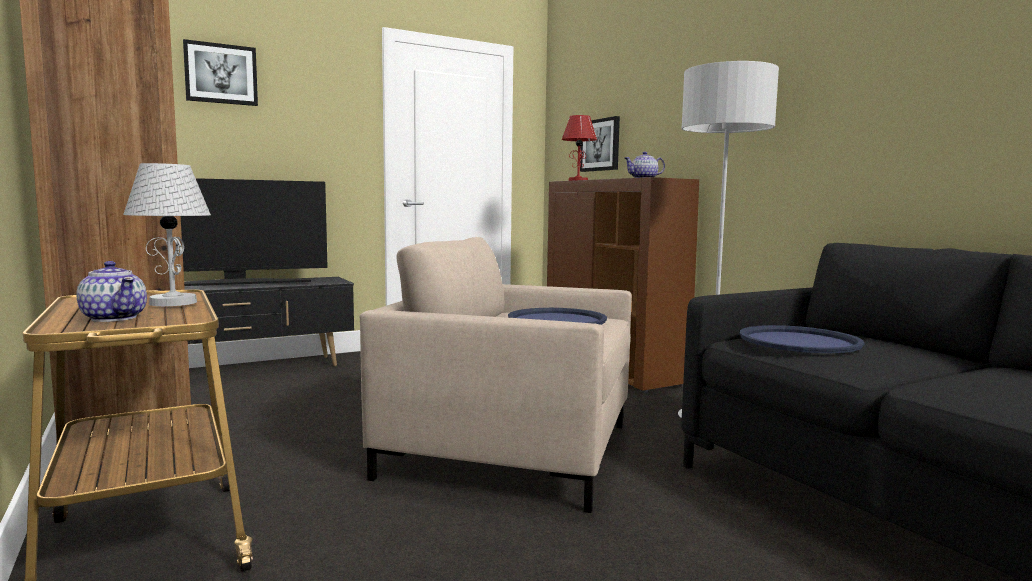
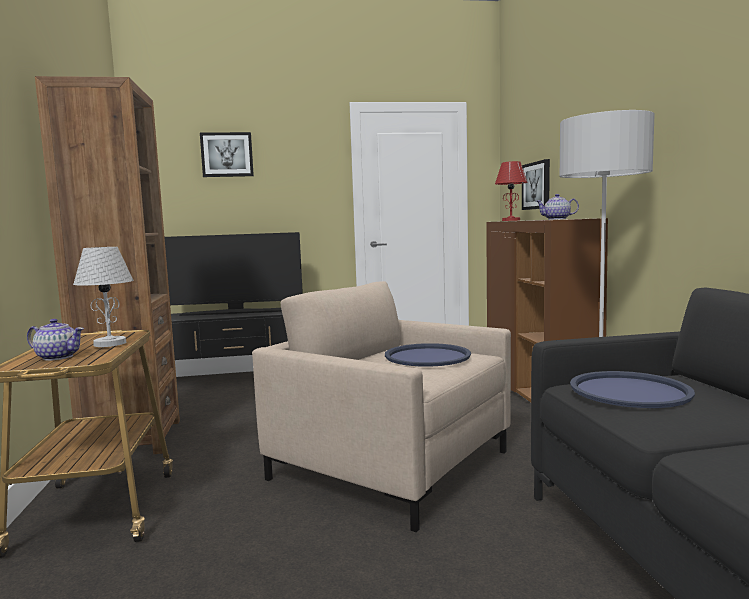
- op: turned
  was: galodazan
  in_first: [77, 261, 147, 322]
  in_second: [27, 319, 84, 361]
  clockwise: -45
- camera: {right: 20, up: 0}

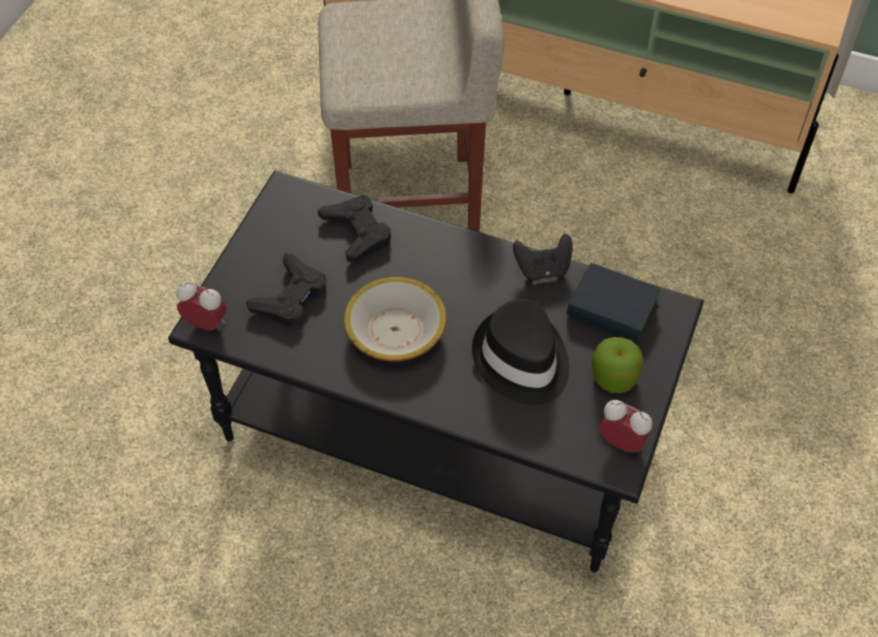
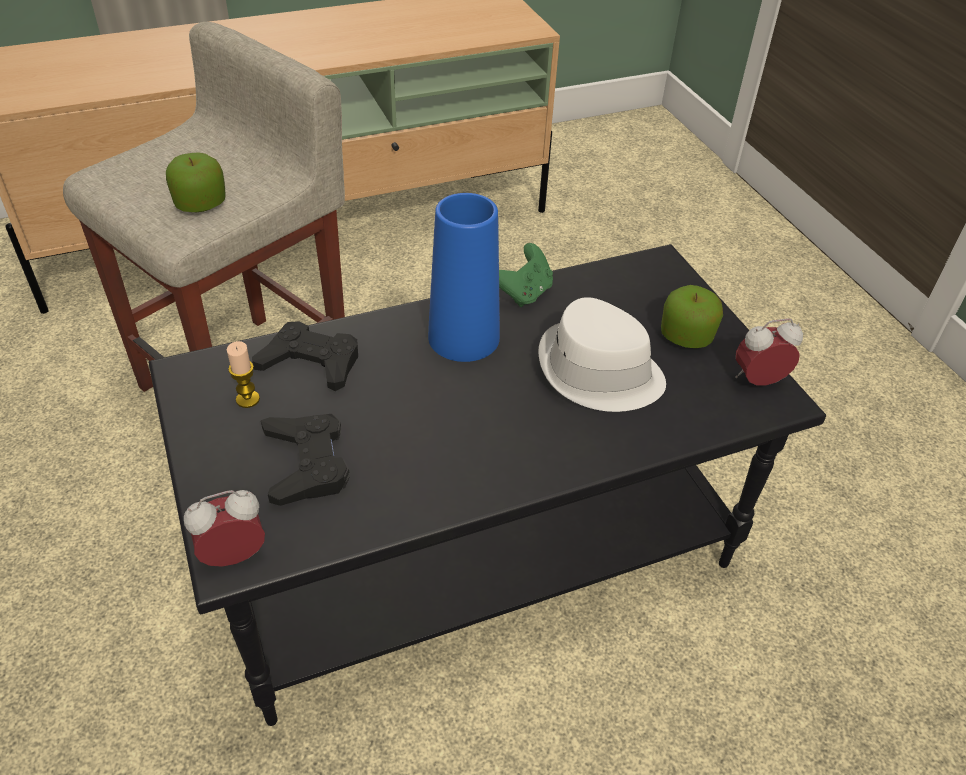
- op: removed
  was: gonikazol
  in_first: [344, 277, 446, 361]
- op: removed
  was: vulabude
  in_first: [566, 263, 661, 342]
- op: added
  now: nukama
  in_second: [166, 152, 226, 212]
- op: added
  now: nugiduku
  in_second: [227, 341, 260, 408]
- op: added
  now: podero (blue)
  in_second: [428, 193, 500, 362]
- op: recoloured
  was: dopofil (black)
  now: dopofil (white)
  in_first: [472, 299, 569, 405]
  in_second: [538, 297, 666, 412]
- op: recoloured
  was: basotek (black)
  now: basotek (green)
  in_first: [513, 234, 573, 281]
  in_second: [499, 243, 553, 307]
- camera: {right: -45, up: -10}

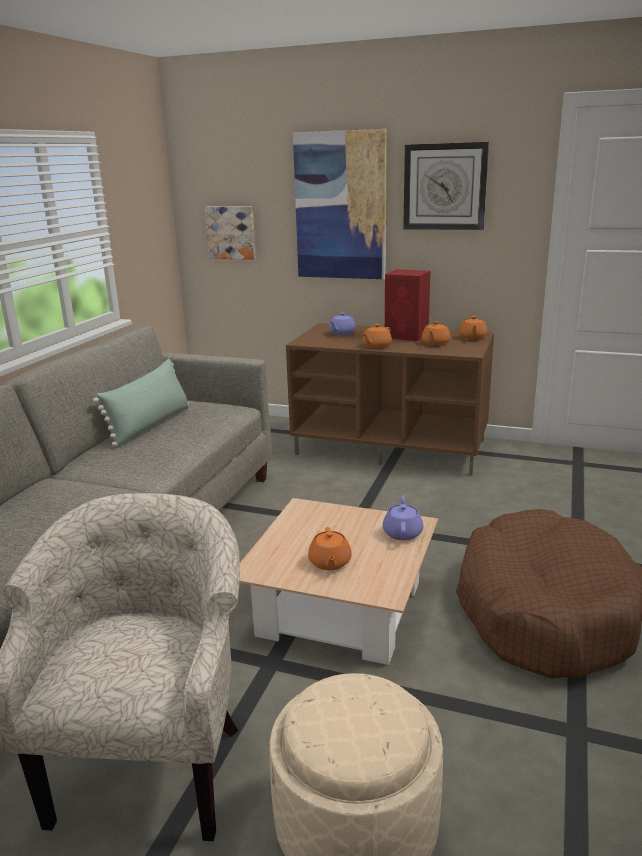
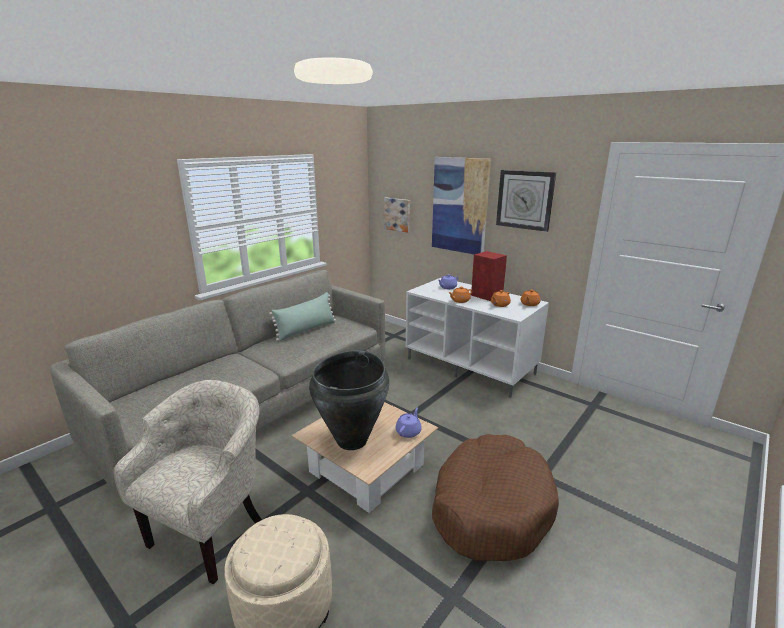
- op: replaced
  was: galodazan (orange)
  now: podero (black)
  in_first: [308, 527, 352, 570]
  in_second: [309, 350, 389, 450]
- op: recoloured
  was: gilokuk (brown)
  now: gilokuk (white)
  in_first: [286, 323, 494, 476]
  in_second: [406, 278, 549, 398]
- camera: {right: 20, up: 0}

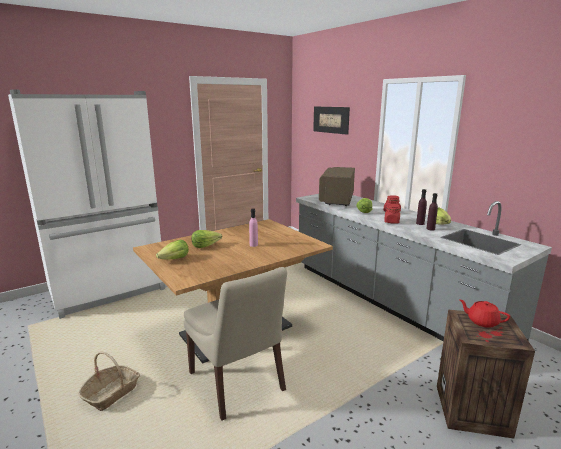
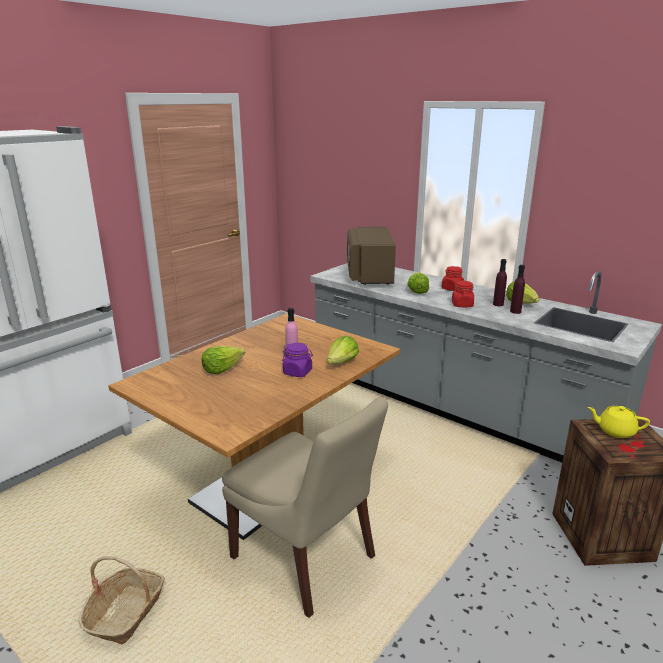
- op: removed
  was: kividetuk
  in_first: [313, 107, 350, 135]
- op: added
  now: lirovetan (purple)
  in_second: [282, 343, 313, 377]
- op: moved
  was: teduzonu
  in_first: [156, 240, 189, 260]
  in_second: [327, 336, 359, 364]
- op: recoloured
  was: galodazan (red)
  now: galodazan (yellow)
  in_first: [459, 299, 510, 328]
  in_second: [587, 406, 650, 438]
- camera: {right: -15, up: 5}

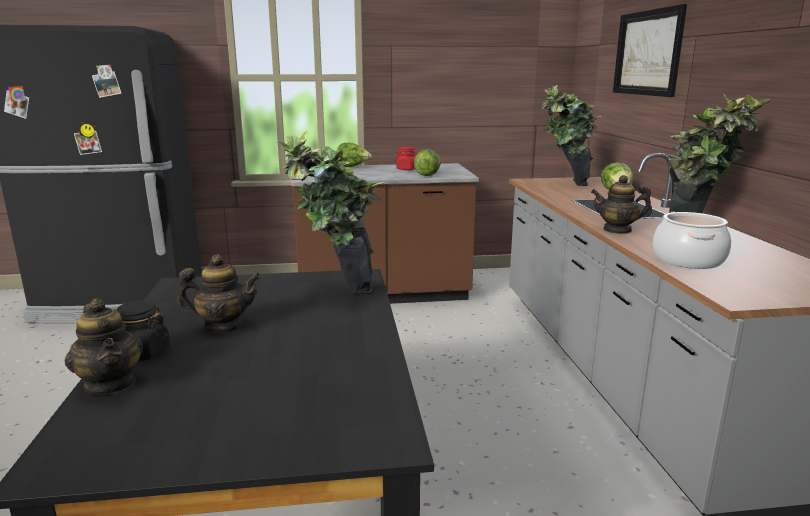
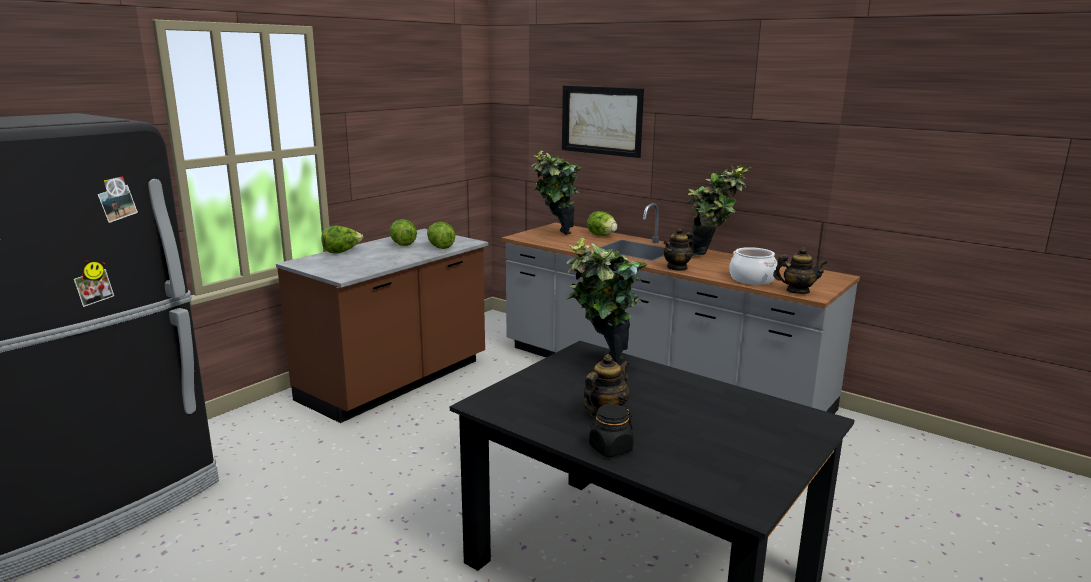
- op: moved
  was: galodazan
  in_first: [65, 299, 143, 395]
  in_second: [773, 247, 827, 294]
- op: replaced
  was: lirovetan (red)
  now: teduzonu
  in_first: [396, 147, 419, 170]
  in_second: [389, 219, 417, 246]
- camera: {right: -45, up: 0}

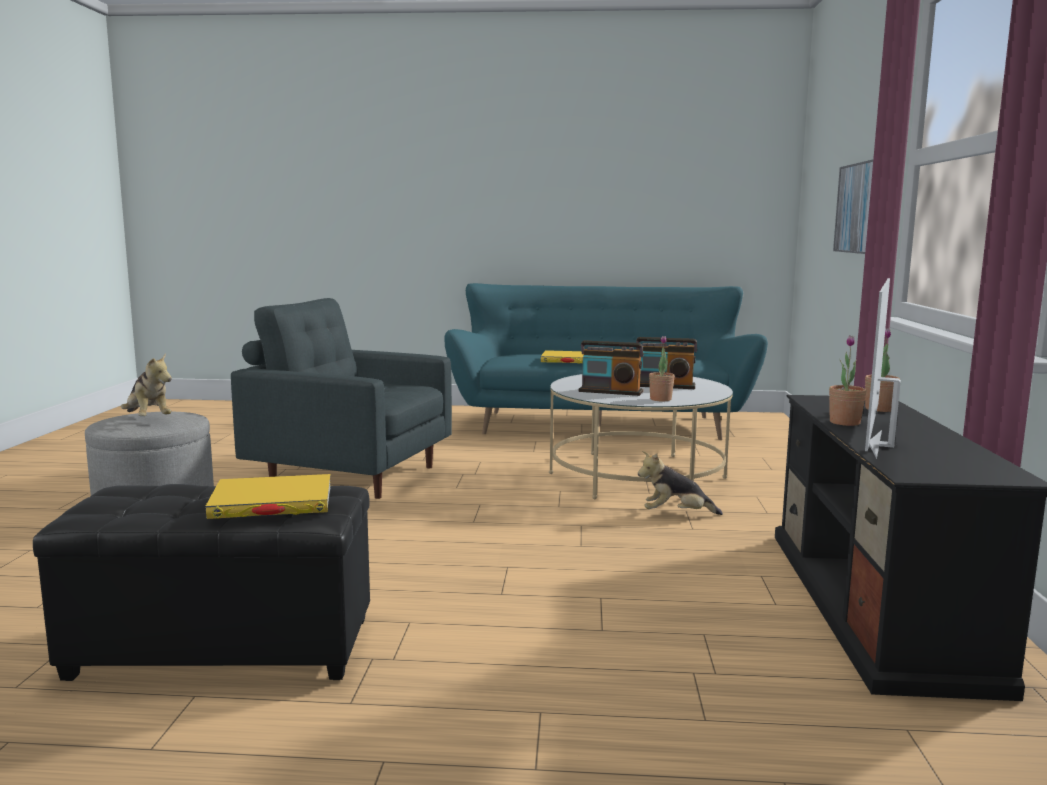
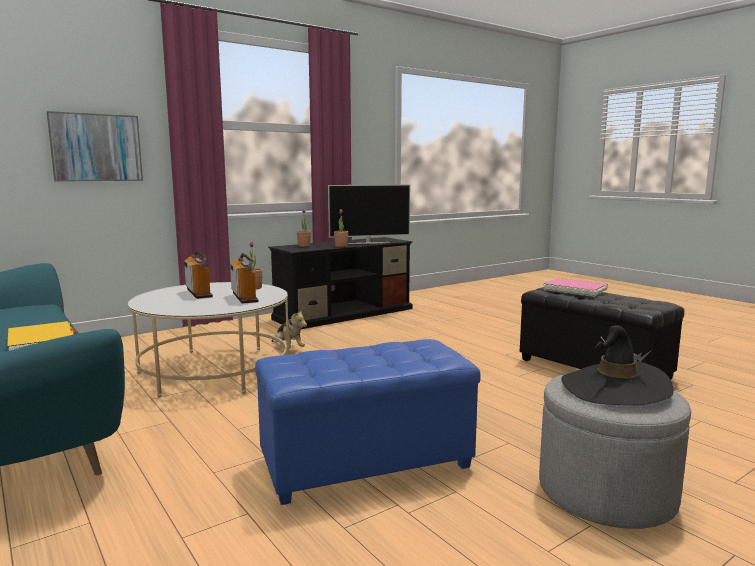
- op: replaced
  was: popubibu
  now: dopofil (black)
  in_first: [121, 353, 172, 416]
  in_second: [561, 325, 674, 406]
- op: replaced
  was: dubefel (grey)
  now: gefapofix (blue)
  in_first: [231, 298, 452, 499]
  in_second: [255, 339, 481, 505]
- op: recoloured
  was: vulabude (yellow)
  now: vulabude (pink)
  in_first: [206, 474, 330, 519]
  in_second: [543, 278, 607, 297]
- camera: {right: -130, up: 0}

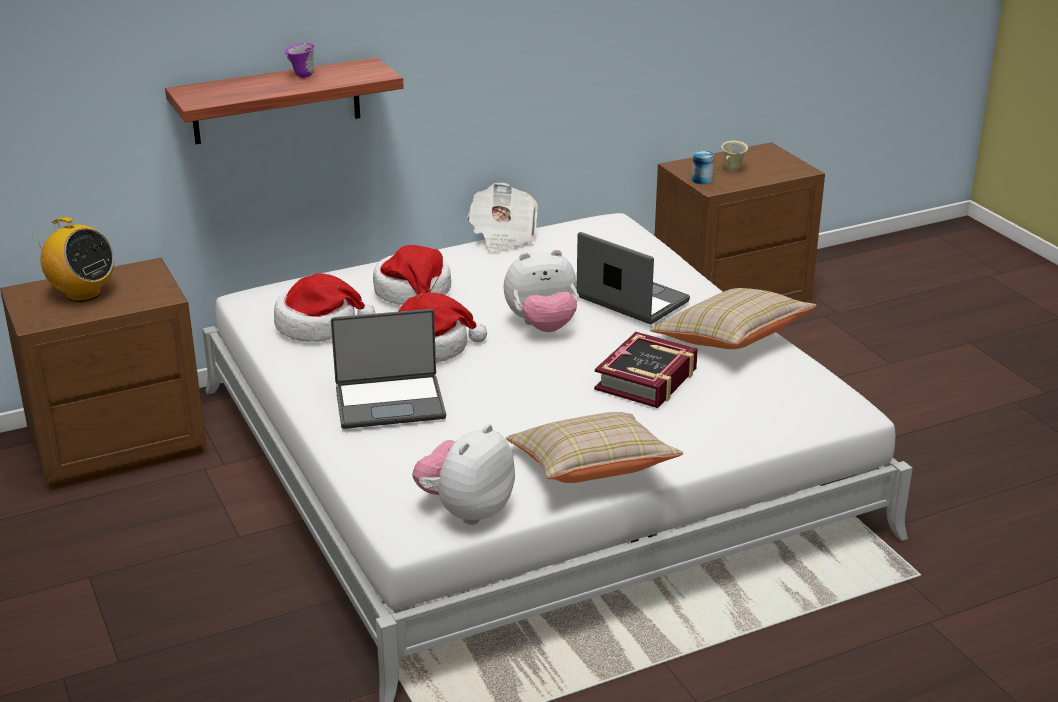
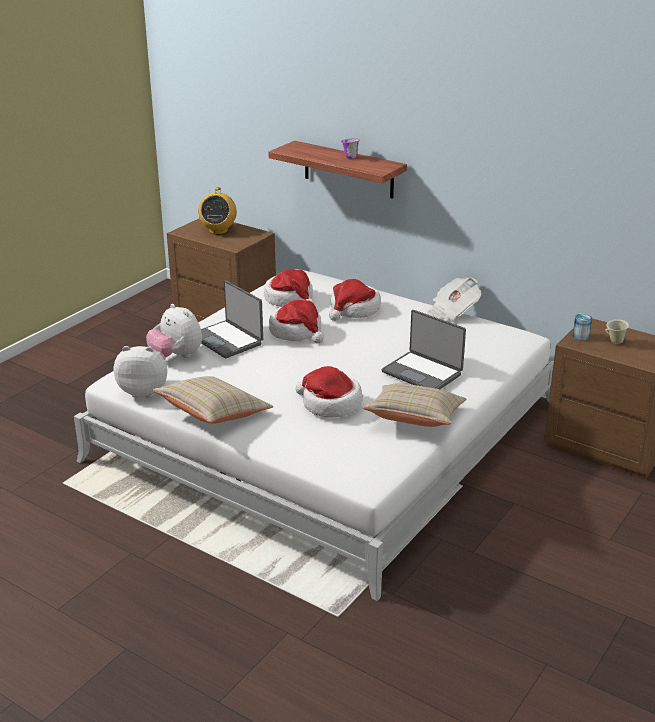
- op: moved
  was: popubibu
  in_first: [504, 249, 578, 332]
  in_second: [146, 304, 202, 358]
- op: replaced
  was: vulabude
  now: dopofil
  in_first: [594, 332, 698, 408]
  in_second: [295, 366, 363, 417]
- op: turned
  was: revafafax
  in_first: [577, 232, 690, 324]
  in_second: [382, 310, 466, 389]
  clockwise: 120
- camera: {right: 60, up: 0}

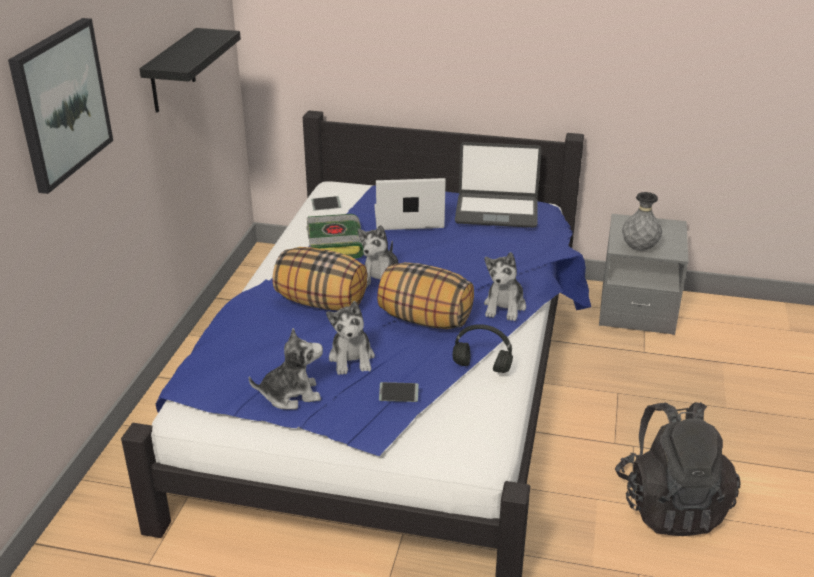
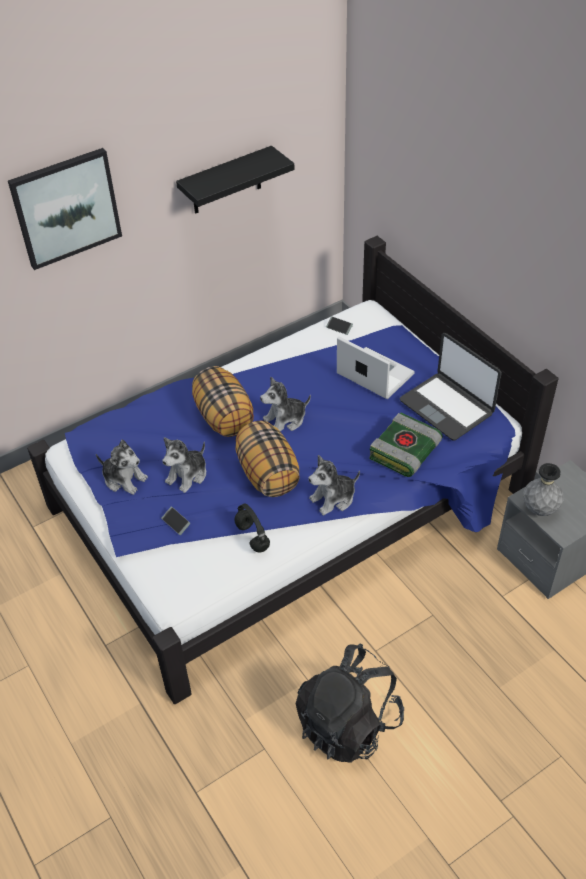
- op: moved
  was: vulabude
  in_first: [306, 214, 364, 258]
  in_second: [369, 413, 443, 477]
- camera: {right: 45, up: 15}

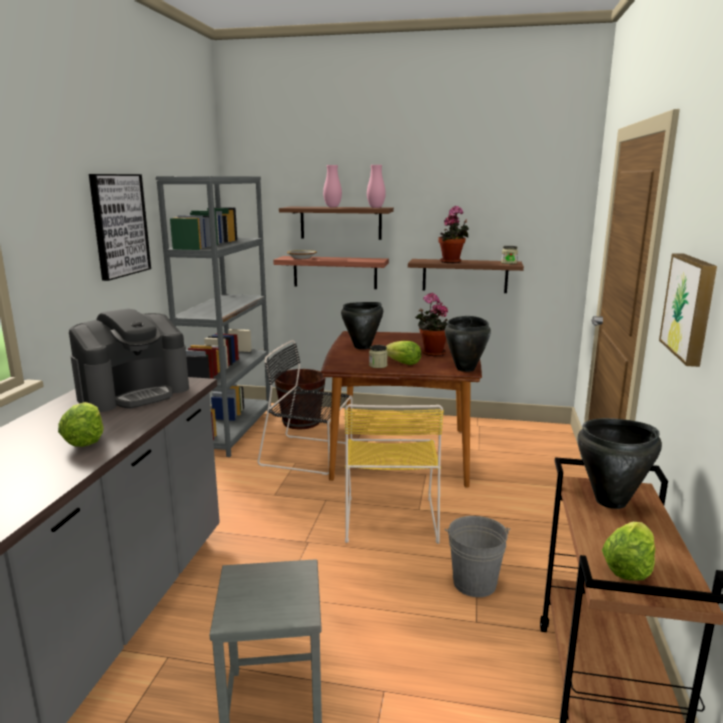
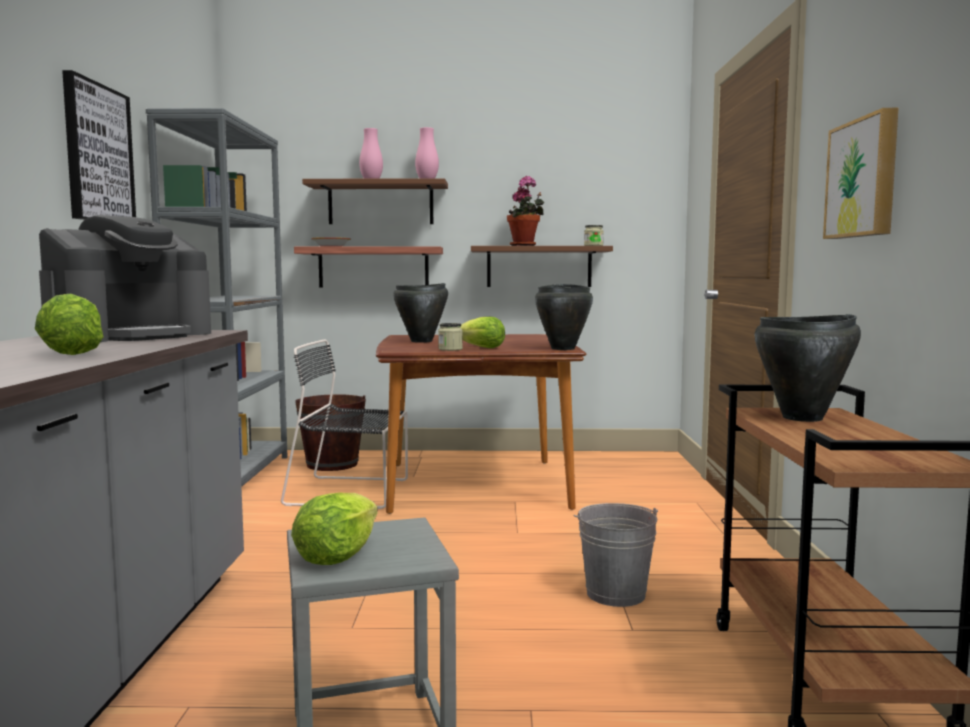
- op: removed
  was: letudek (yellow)
  in_first: [344, 404, 444, 544]
- op: removed
  was: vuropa
  in_first: [415, 293, 448, 356]
- op: moved
  was: teduzonu
  in_first: [602, 522, 655, 581]
  in_second: [291, 492, 378, 565]
- camera: {right: -10, up: -10}

